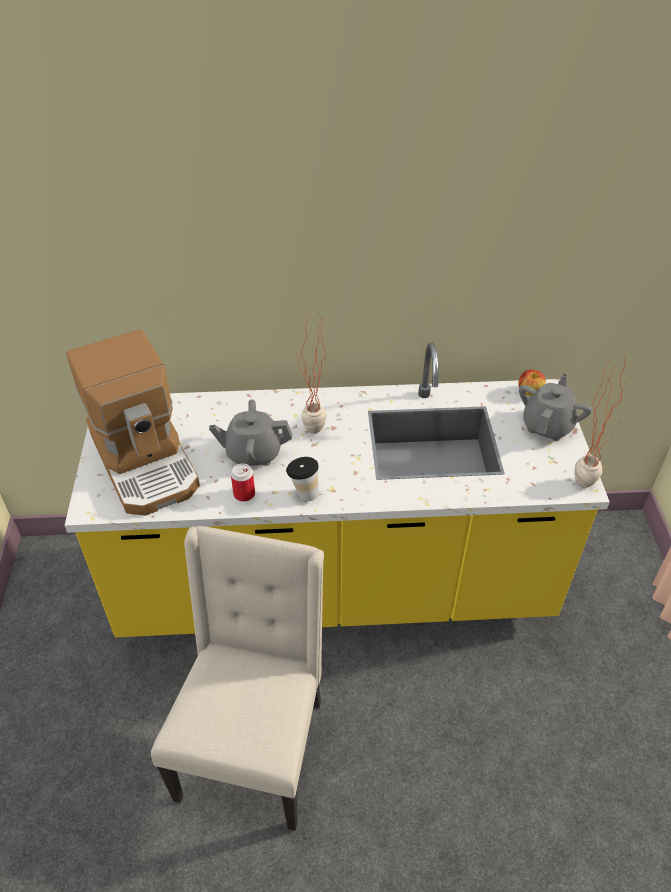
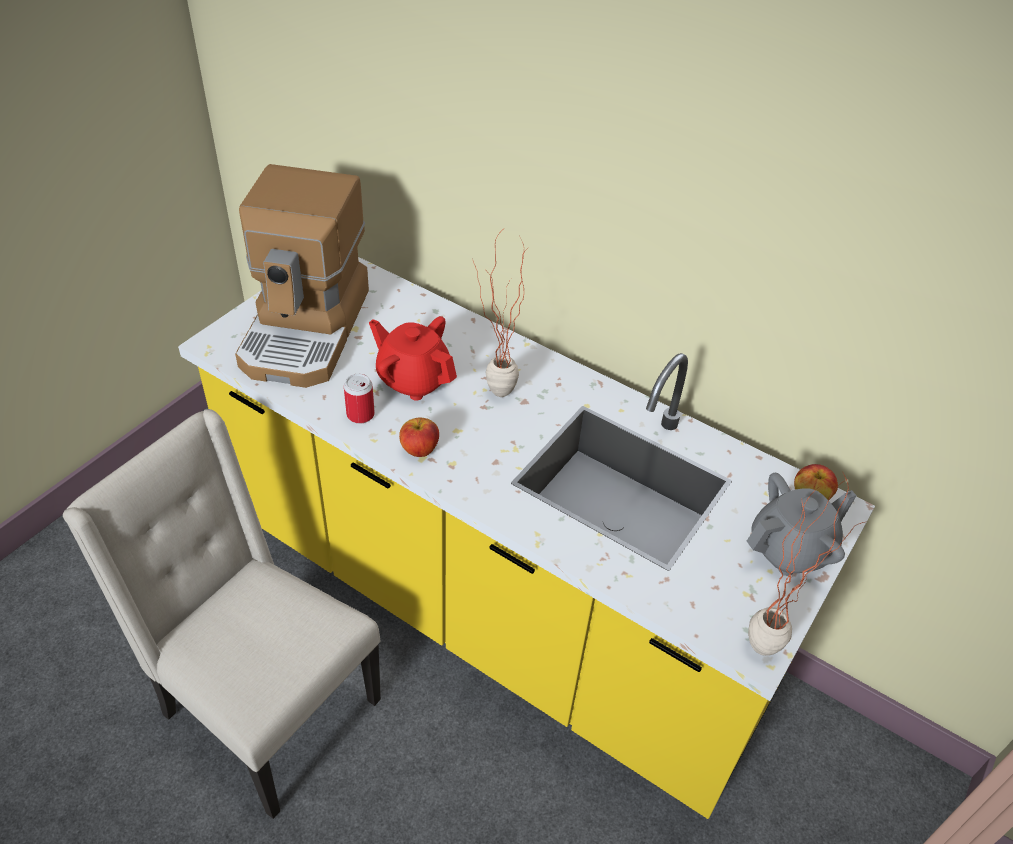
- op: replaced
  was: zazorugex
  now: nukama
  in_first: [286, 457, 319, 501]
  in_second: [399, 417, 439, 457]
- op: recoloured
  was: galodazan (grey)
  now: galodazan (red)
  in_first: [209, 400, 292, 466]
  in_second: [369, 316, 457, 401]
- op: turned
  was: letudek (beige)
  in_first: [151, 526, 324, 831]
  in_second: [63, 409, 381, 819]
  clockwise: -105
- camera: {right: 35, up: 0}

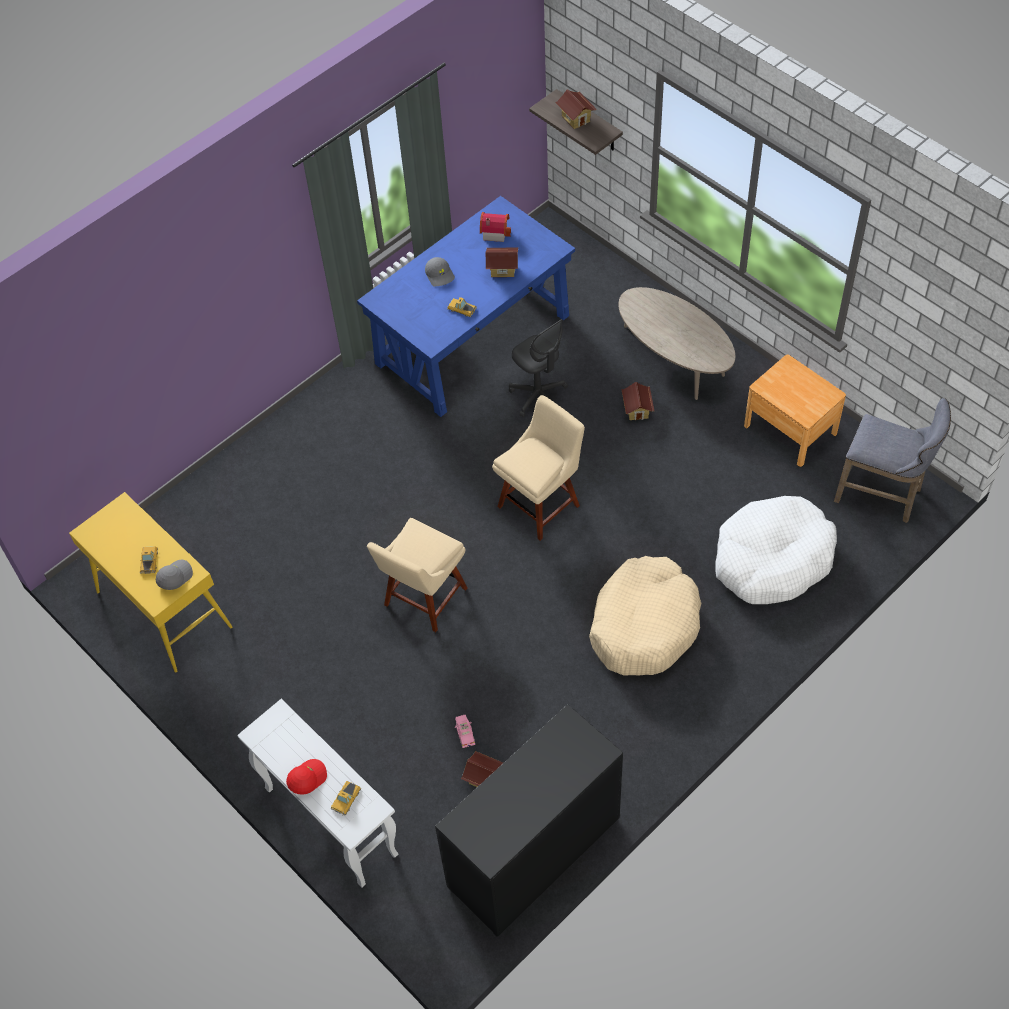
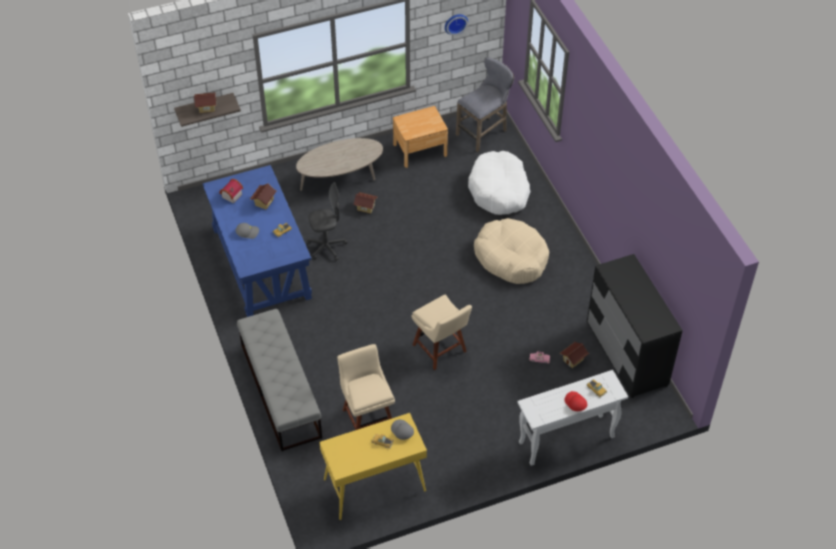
- op: added
  now: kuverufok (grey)
  in_second: [237, 309, 322, 451]
- op: added
  now: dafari
  in_second: [445, 14, 468, 35]
- op: moved
  was: letudek (beige)
  in_first: [492, 395, 585, 541]
  in_second: [337, 344, 395, 430]
- camera: {right: -70, up: -5}

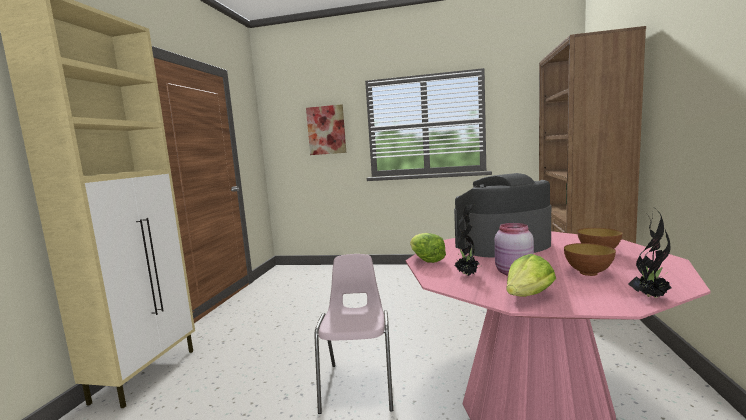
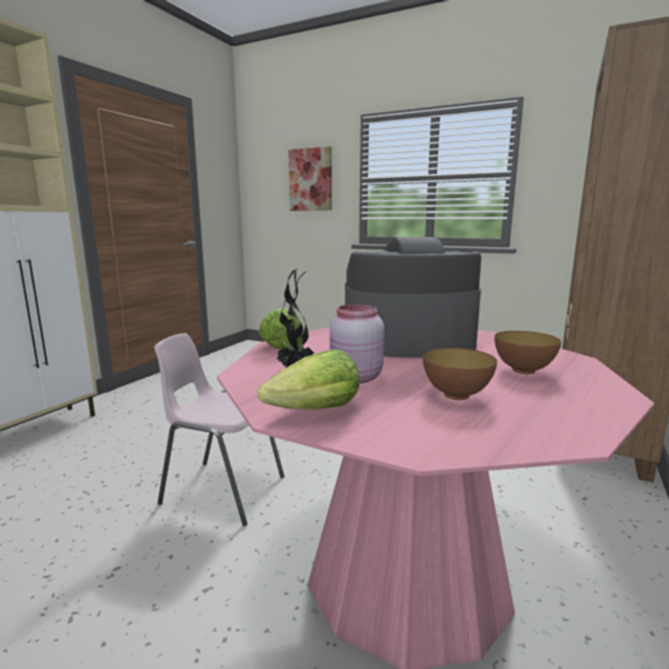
- op: removed
  was: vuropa
  in_first: [628, 209, 672, 298]
- op: turned
  was: letudek (pink)
  in_first: [314, 254, 393, 414]
  in_second: [154, 333, 284, 526]
  clockwise: -90
- camera: {right: 15, up: 5}

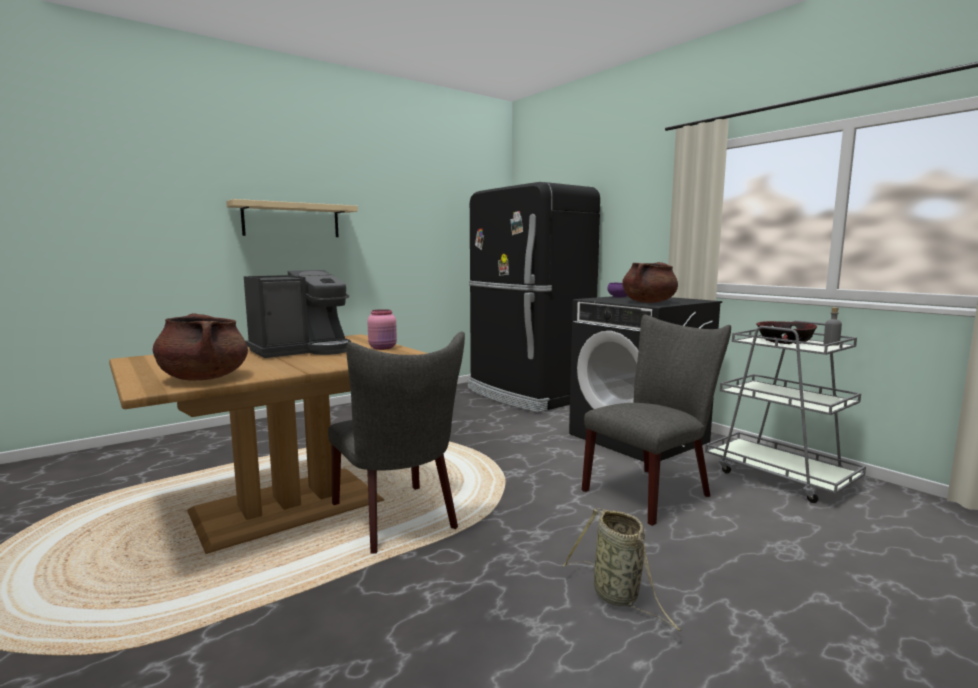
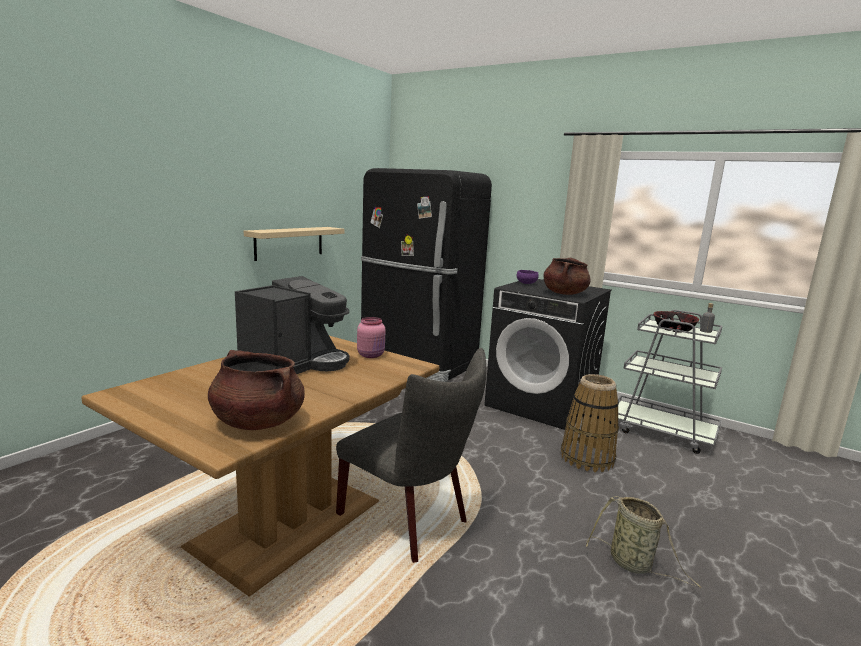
- op: moved
  was: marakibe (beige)
  in_first: [226, 199, 358, 237]
  in_second: [244, 227, 344, 261]
- op: replaced
  was: letudek (grey)
  now: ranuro
  in_first: [582, 315, 731, 526]
  in_second: [561, 374, 619, 472]
- camera: {right: -20, up: 5}

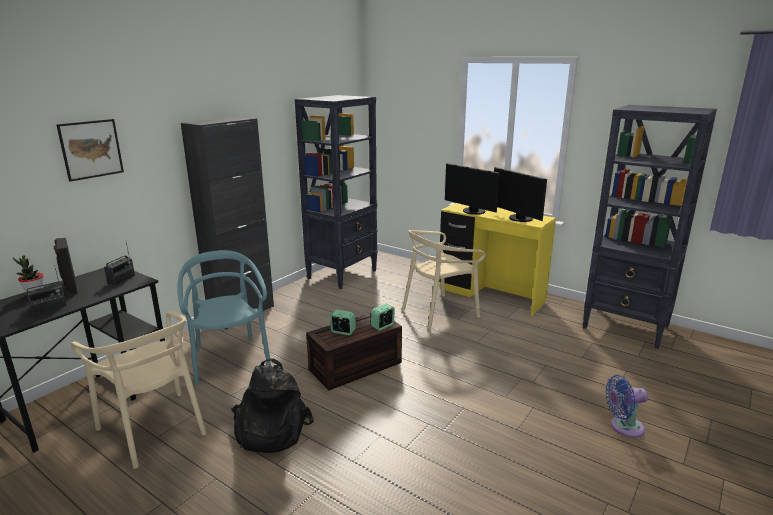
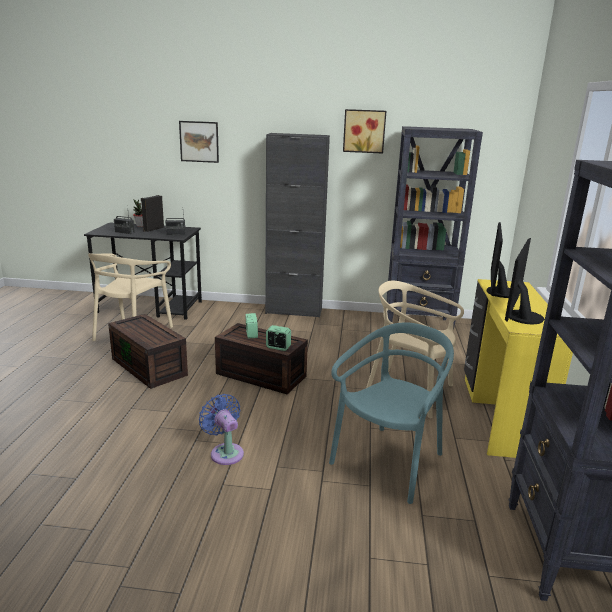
- op: added
  now: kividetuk
  in_second: [343, 109, 386, 154]
- op: moved
  was: letudek (turquoise)
  in_first: [177, 250, 271, 385]
  in_second: [329, 322, 454, 504]
- op: moved
  was: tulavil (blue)
  in_first: [605, 375, 648, 438]
  in_second: [199, 394, 244, 465]
- op: replaced
  was: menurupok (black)
  now: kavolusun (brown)
  in_first: [231, 359, 314, 453]
  in_second: [108, 314, 188, 389]
- camera: {right: 60, up: 0}

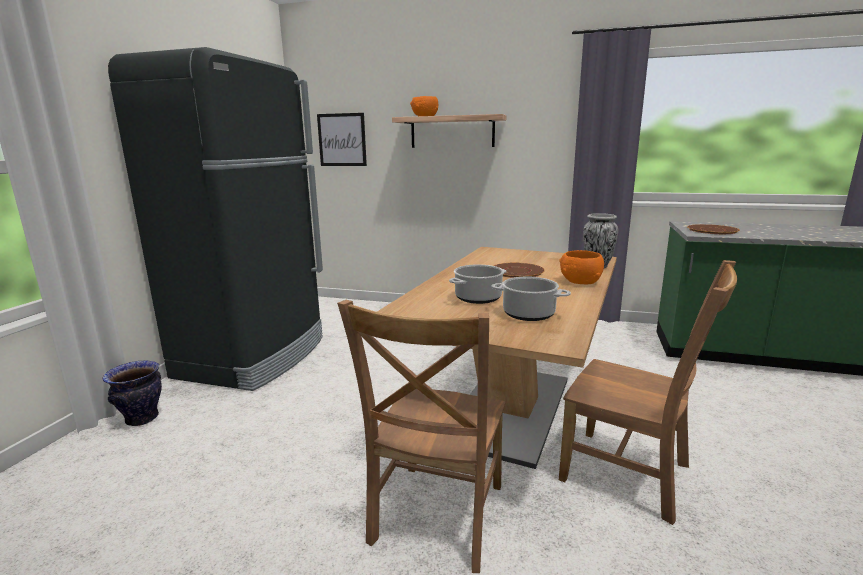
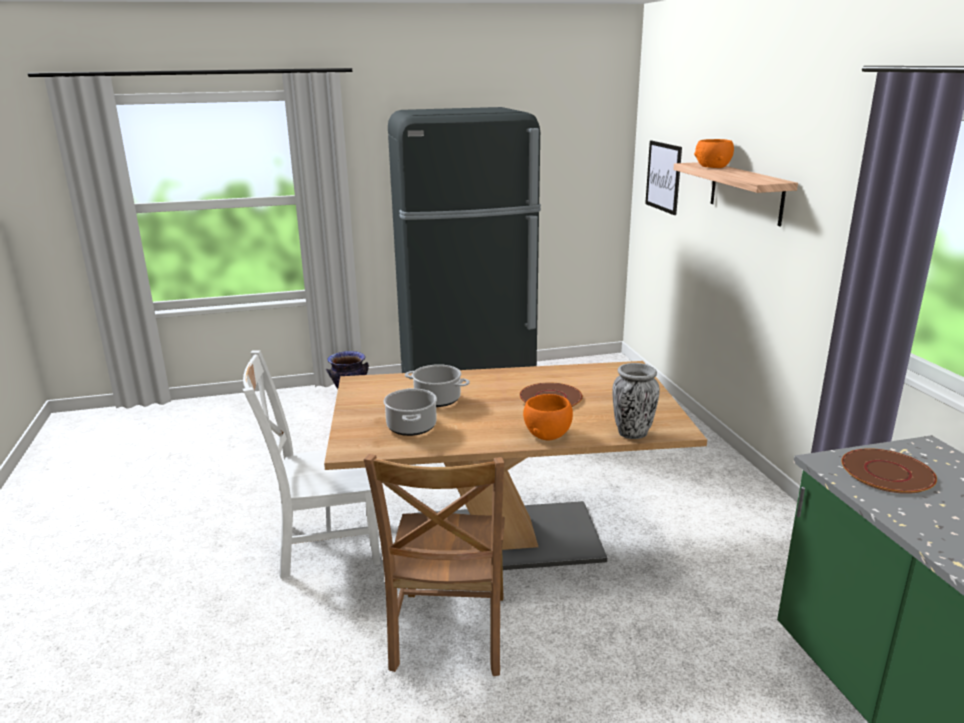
- op: recoloured
  was: letudek (brown)
  now: letudek (white)
  in_first: [337, 300, 506, 573]
  in_second: [243, 350, 380, 579]
- camera: {right: 60, up: 5}

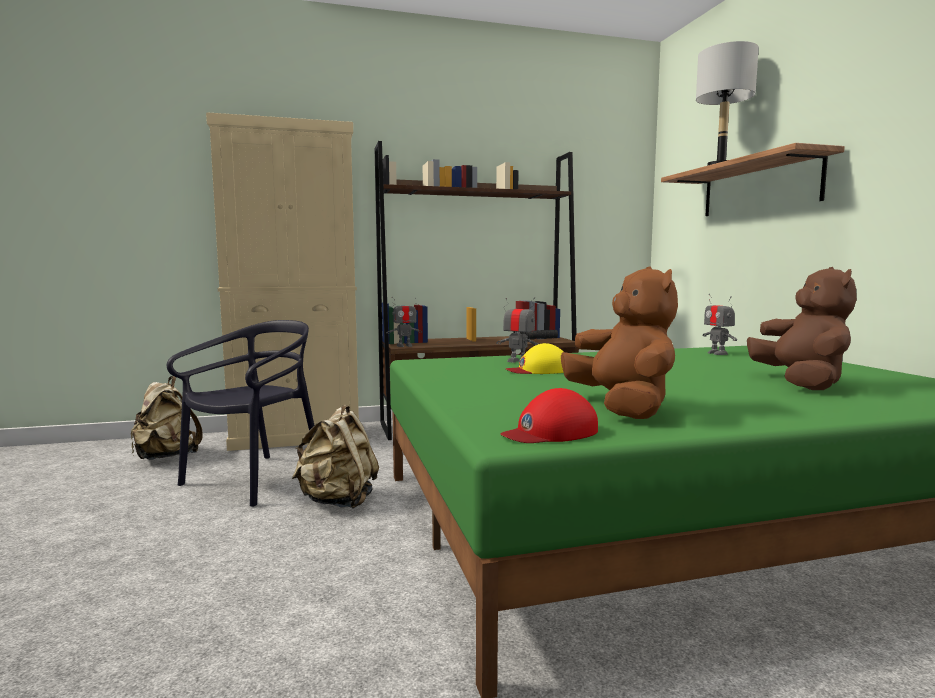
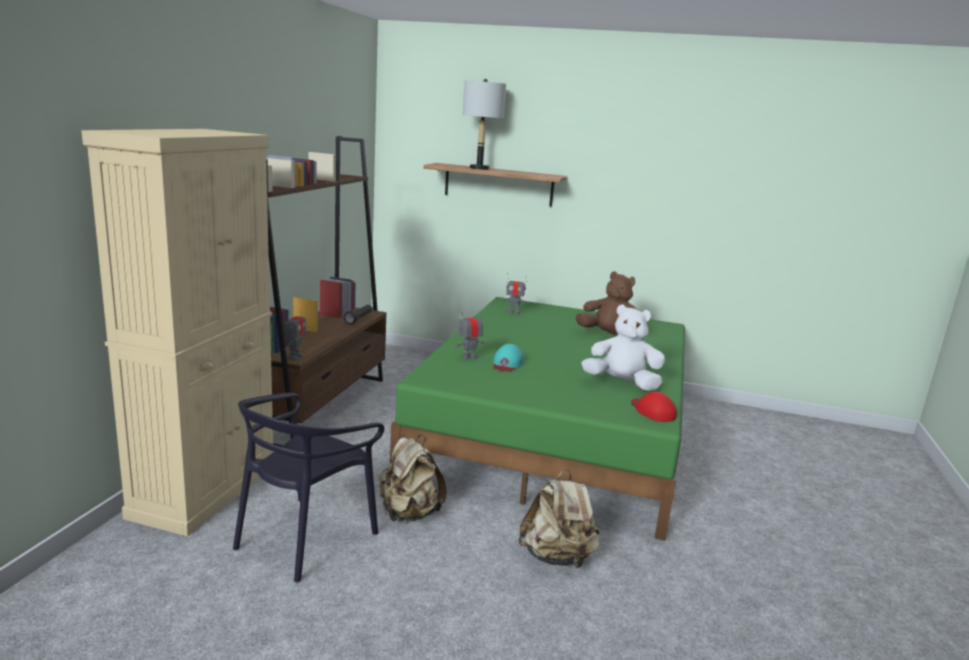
- op: moved
  was: menurupok (beige)
  in_first: [131, 376, 203, 460]
  in_second: [518, 469, 600, 568]
- op: recoloured
  was: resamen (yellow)
  now: resamen (turquoise)
  in_first: [506, 343, 564, 374]
  in_second: [493, 344, 524, 371]
- op: recoloured
  was: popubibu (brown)
  now: popubibu (white)
  in_first: [561, 266, 678, 419]
  in_second: [581, 304, 665, 391]
- op: turned
  was: letudek (black)
  in_first: [167, 320, 314, 507]
  in_second: [233, 393, 384, 582]
  clockwise: -120
- op: turned
  was: resamen (red)
  in_first: [501, 388, 598, 443]
  in_second: [631, 391, 677, 422]
  clockwise: 150
- camera: {right: -60, up: 10}

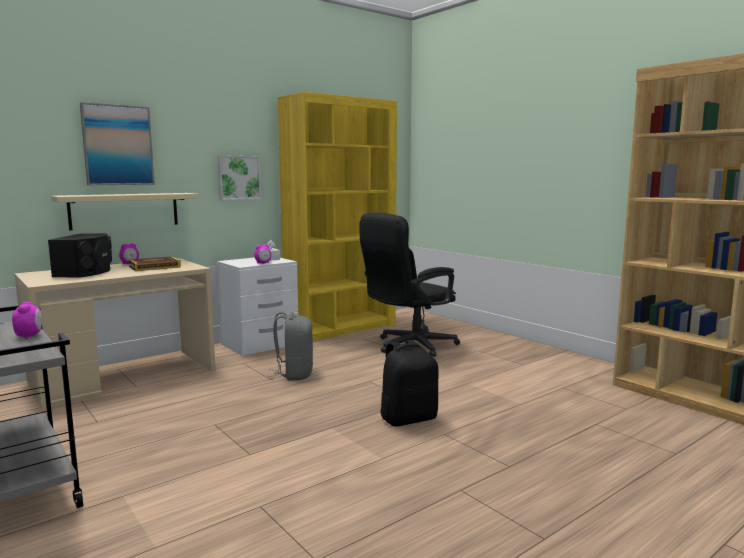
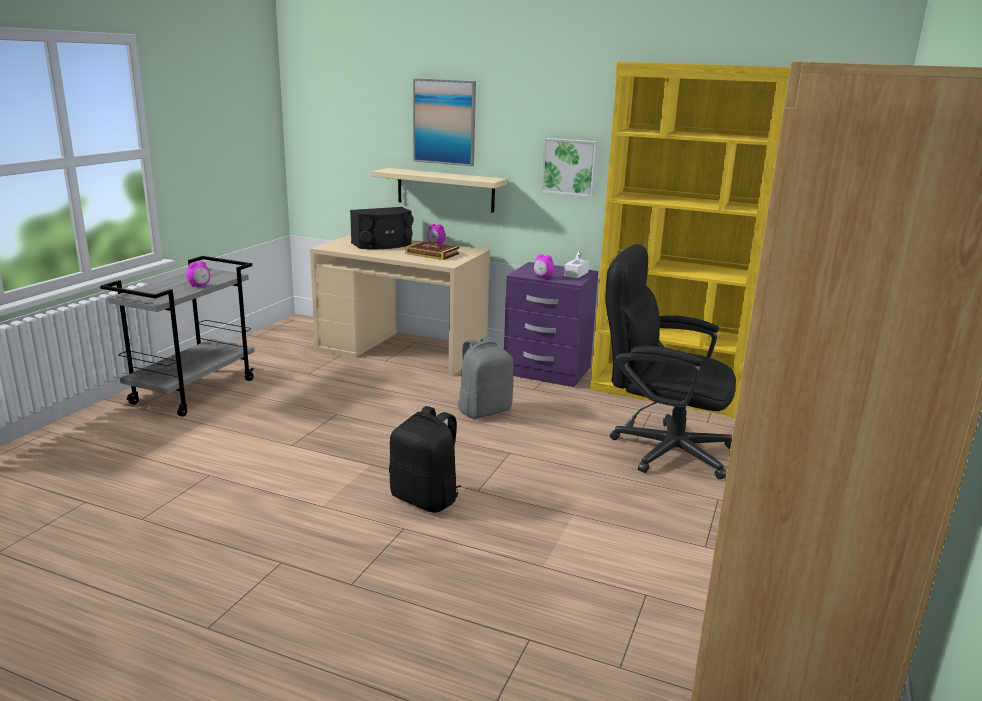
- op: recoloured
  was: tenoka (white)
  now: tenoka (purple)
  in_first: [217, 257, 298, 356]
  in_second: [504, 262, 598, 387]
- camera: {right: 60, up: 10}

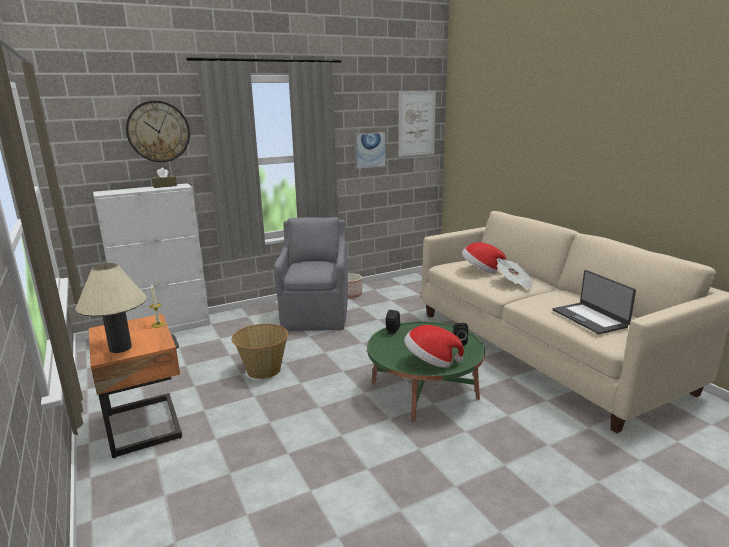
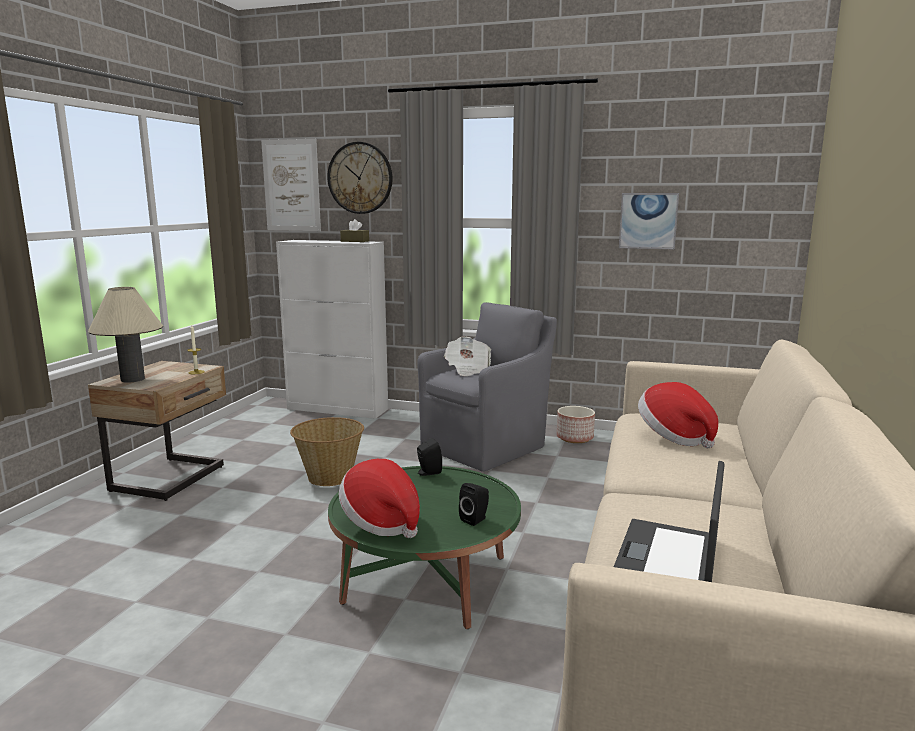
- op: moved
  was: kividetuk
  in_first: [399, 91, 436, 157]
  in_second: [261, 139, 321, 231]
- op: moved
  was: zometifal
  in_first: [497, 258, 534, 290]
  in_second: [444, 337, 491, 376]
- op: recoloured
  was: tenoka (orange)
  now: tenoka (beige)
  in_first: [89, 314, 182, 458]
  in_second: [88, 361, 226, 501]
- camera: {right: 45, up: -5}

